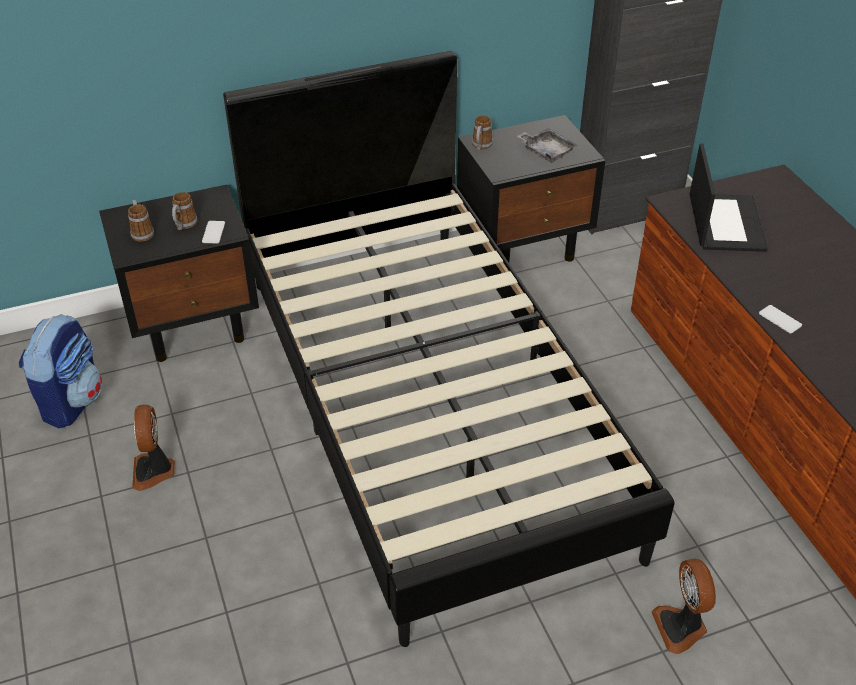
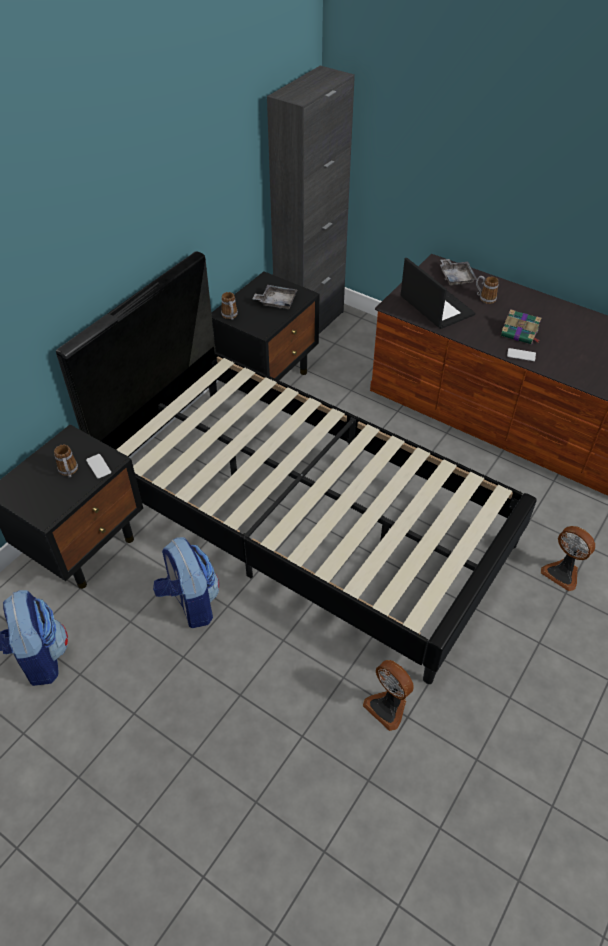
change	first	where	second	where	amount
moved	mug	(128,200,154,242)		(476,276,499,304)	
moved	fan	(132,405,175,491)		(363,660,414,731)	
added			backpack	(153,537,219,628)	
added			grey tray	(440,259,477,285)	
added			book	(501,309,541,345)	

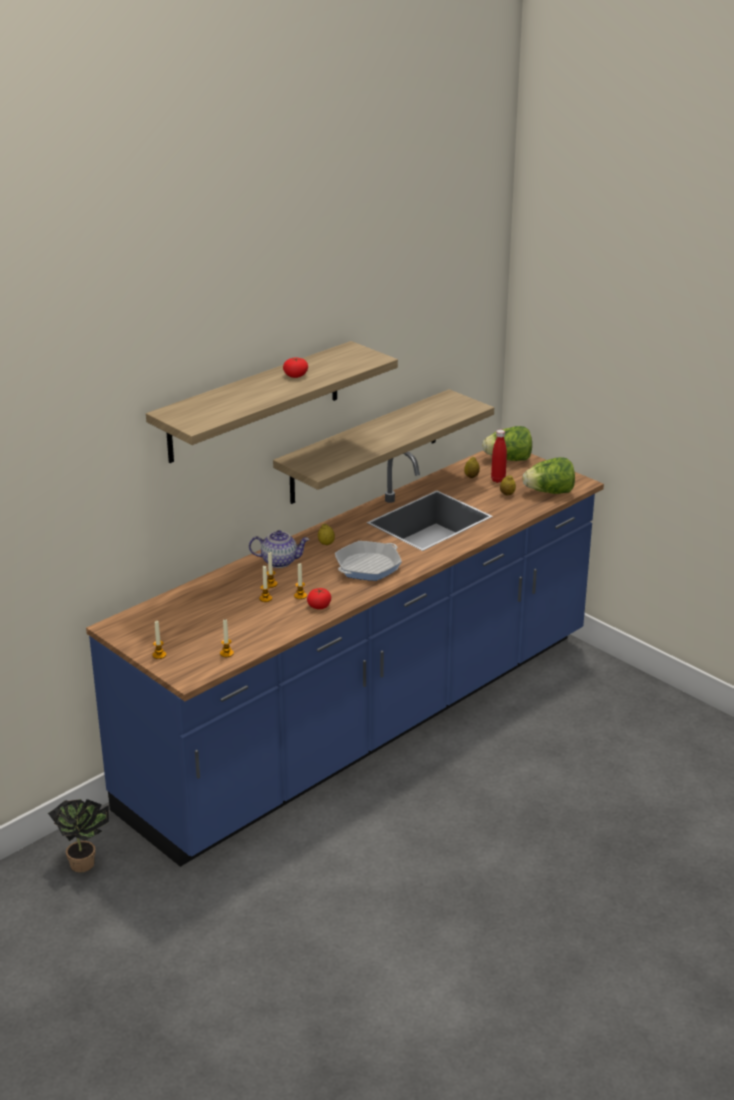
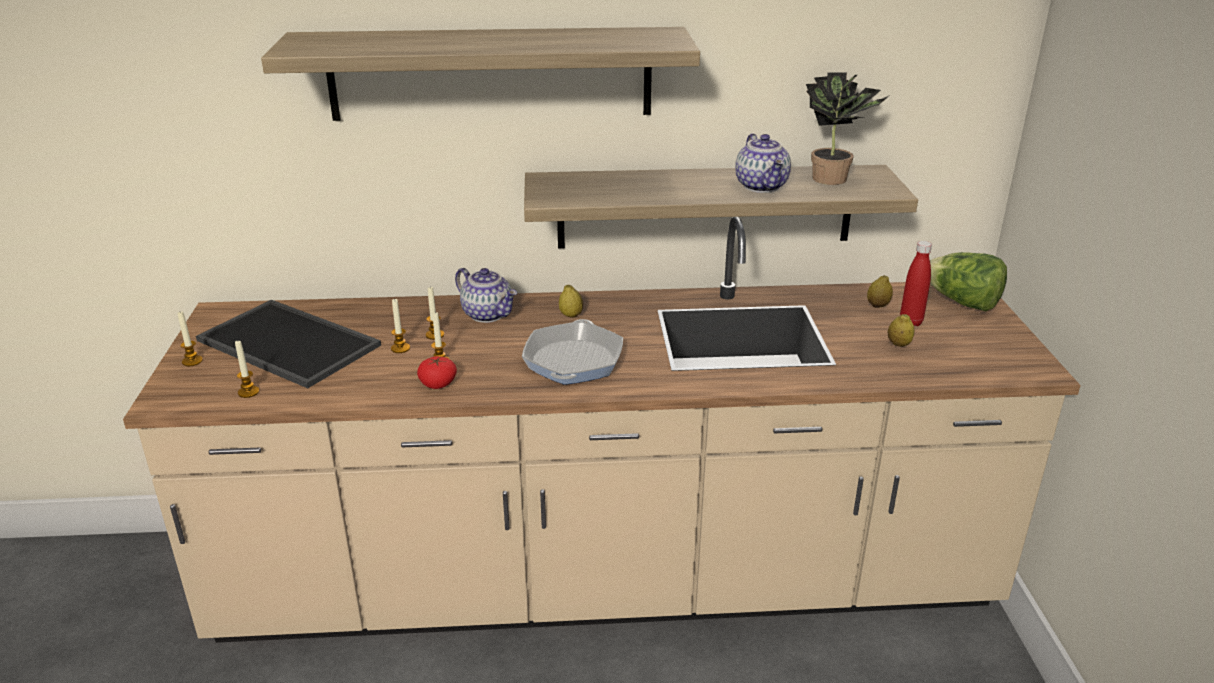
change	first	where	second	where	amount
moved	potted plant	(48,799,109,872)		(806,72,890,185)	
recoloured	blue counter	(86,451,604,867)	beige counter	(123,217,1081,643)	
removed	tomato	(283,357,308,378)			
turned	frying pan	(335,541,402,581)		(522,319,623,385)	75 degrees counterclockwise
removed	lettuce	(523,457,575,494)			
added			tray	(196,300,381,388)	
added			teapot	(735,134,791,193)	

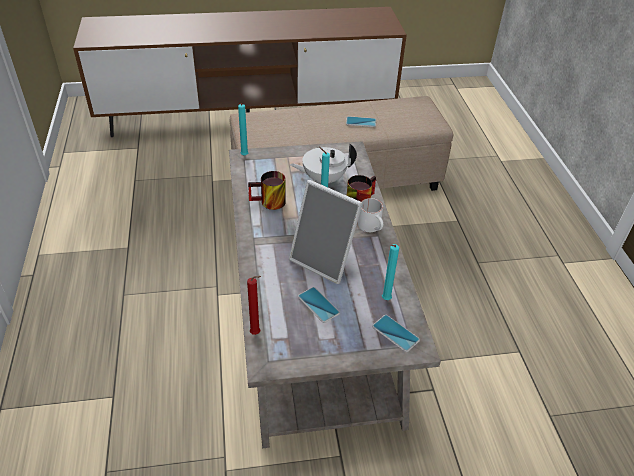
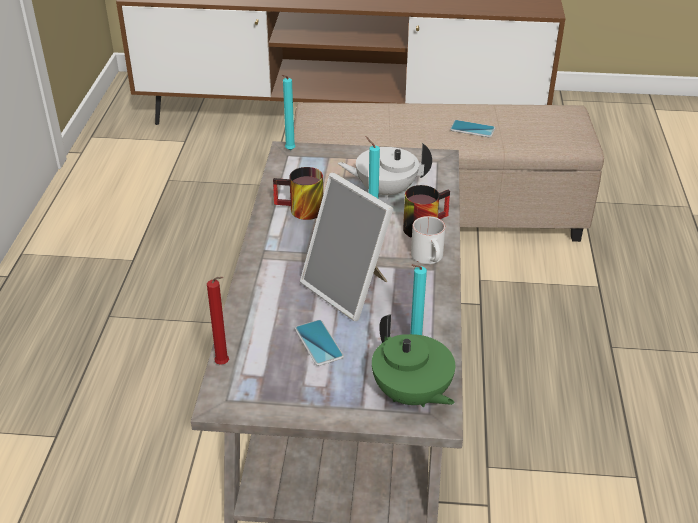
change	first	where	second	where	amount
replaced	phone	(372,315,420,352)	green teapot	(372,314,455,407)	

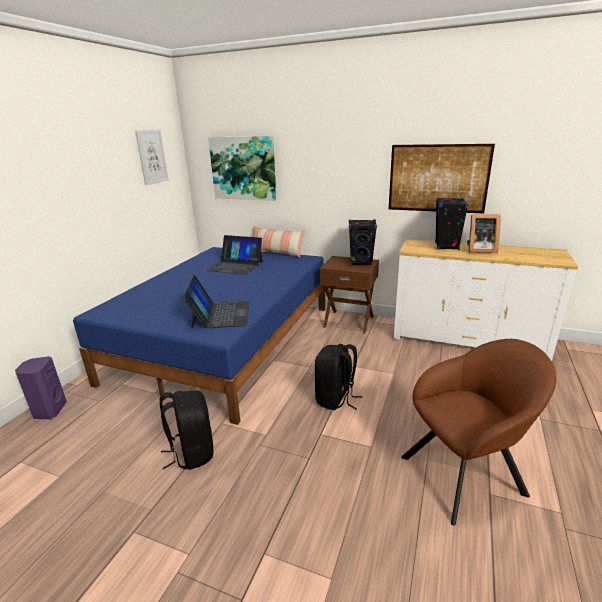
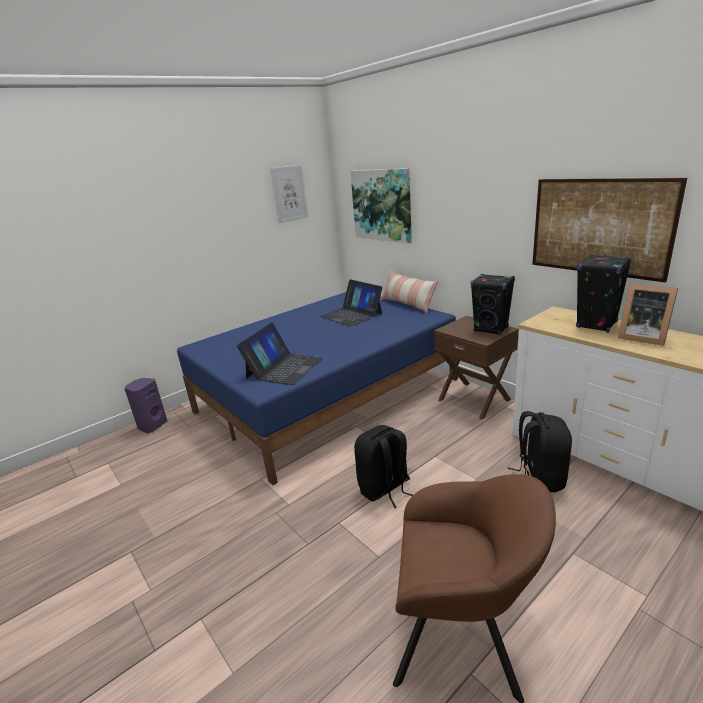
change	first	where	second	where	amount
moved	black backpack	(160,390,213,470)		(508,411,572,492)	

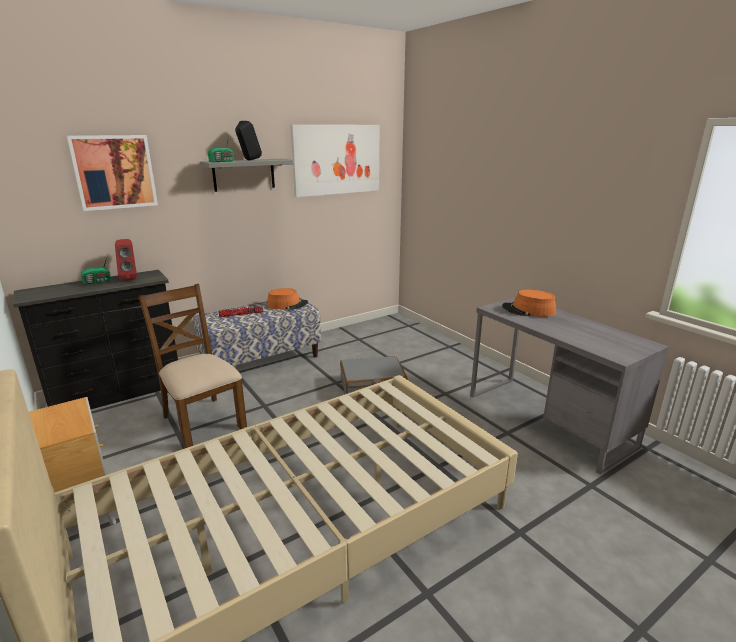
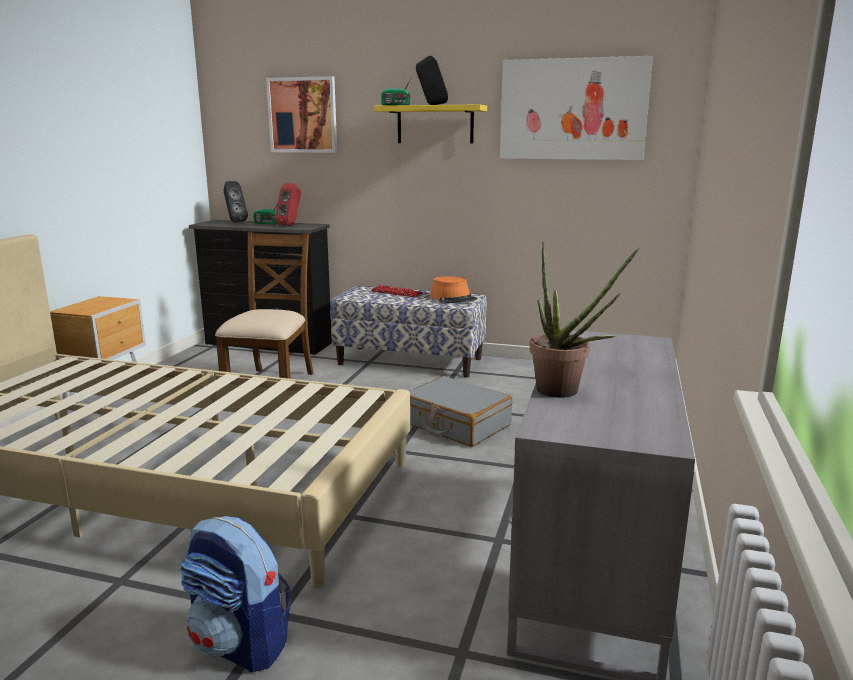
change	first	where	second	where	amount
recoloured	grey shelf	(200,159,293,192)	yellow shelf	(374,104,487,144)	
removed	orange hat	(502,290,556,317)			
added			backpack	(180,516,291,672)	
added			black speaker	(223,181,248,223)	
added			potted plant	(530,242,639,398)	

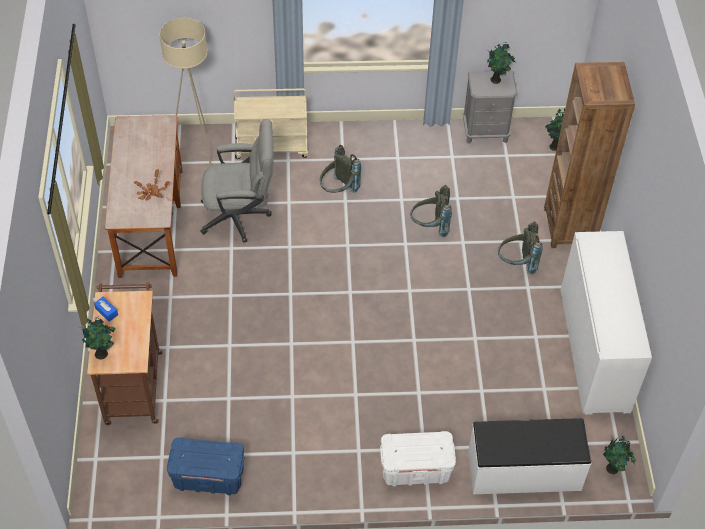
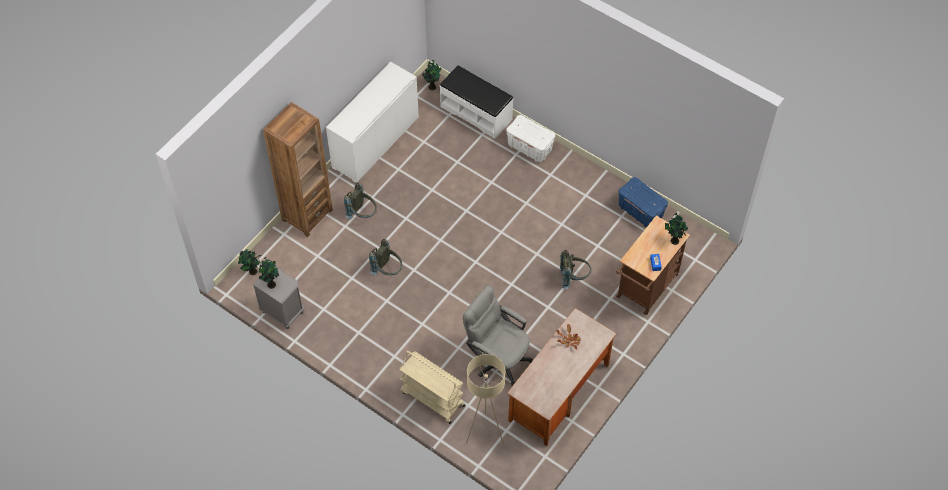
change	first	where	second	where	amount
moved	grey backpack	(320,145,361,193)		(560,250,591,289)	

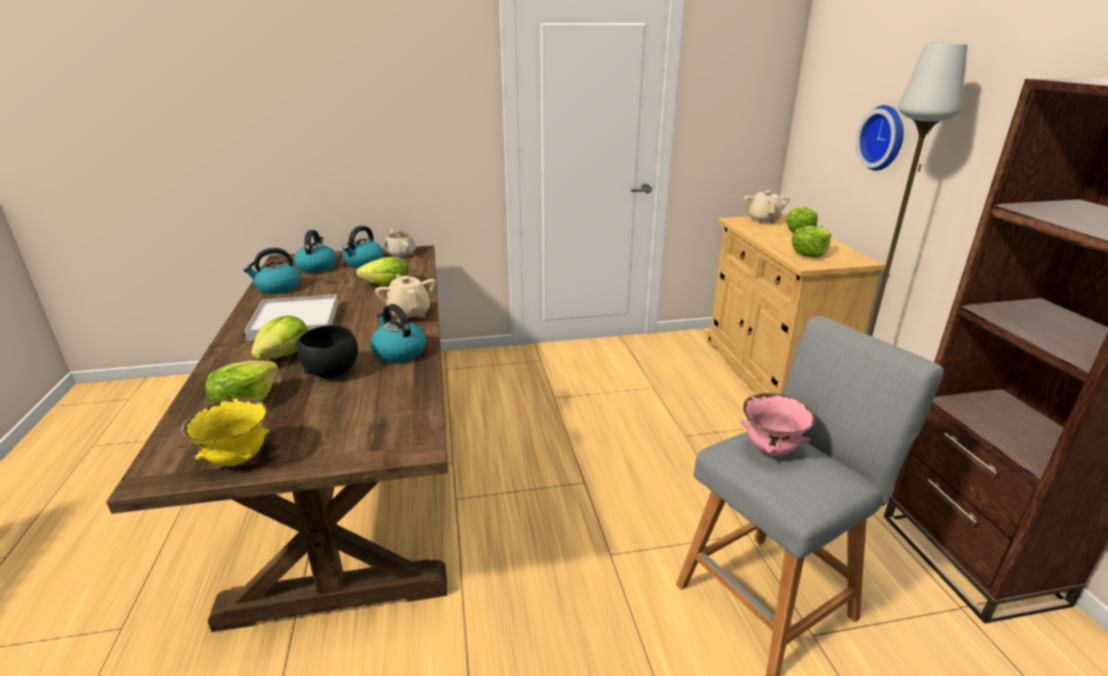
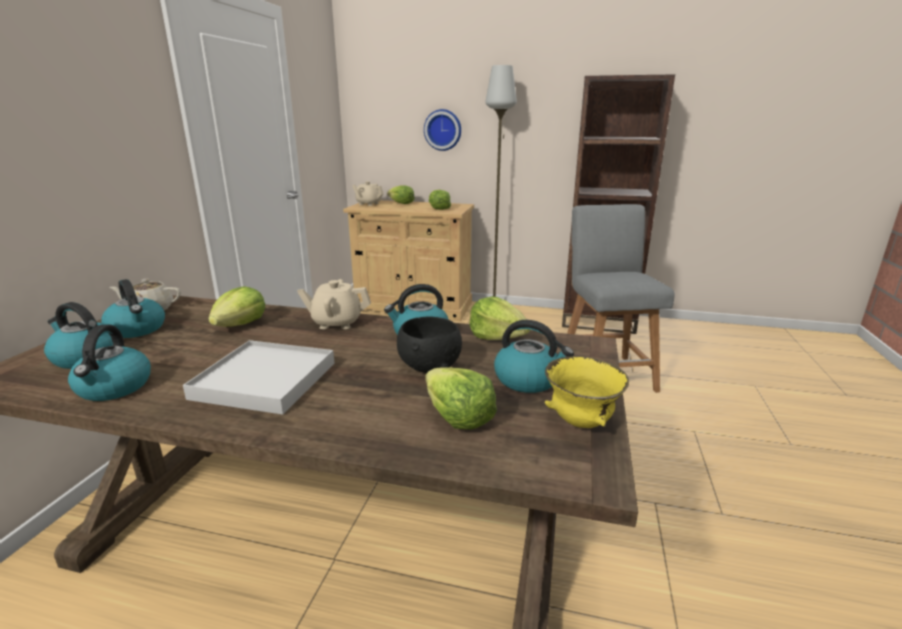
change	first	where	second	where	amount
moved	lettuce	(251,316,308,359)		(469,296,530,340)	
removed	pink bowl	(739,393,816,456)			
added			kettle	(494,320,574,393)	

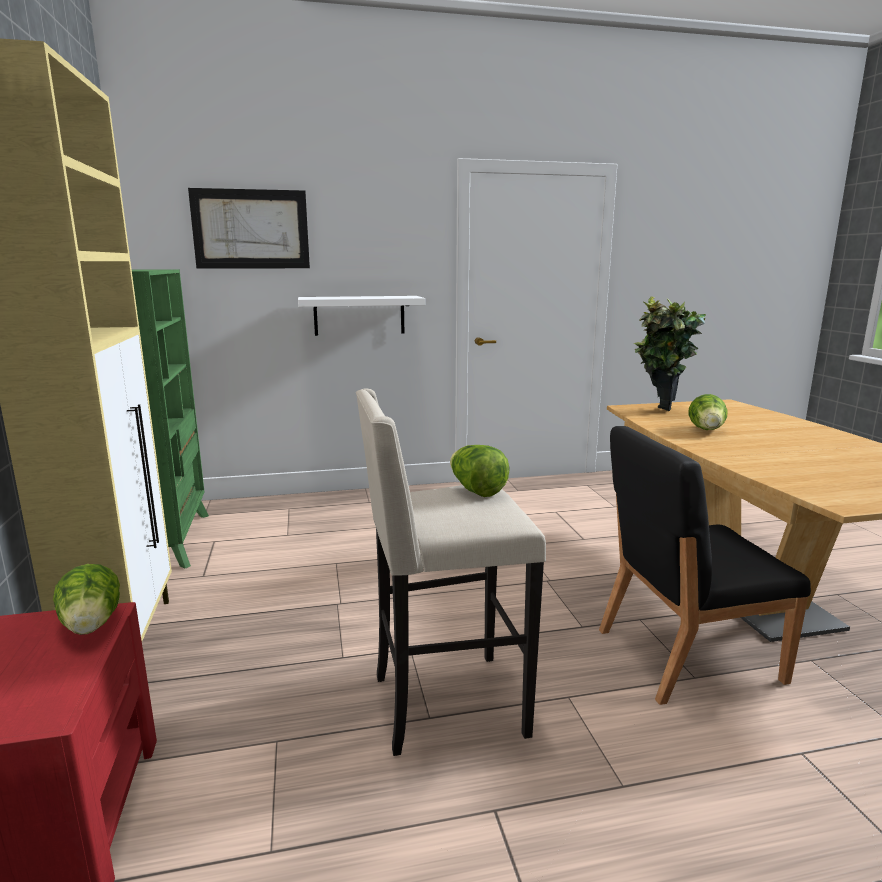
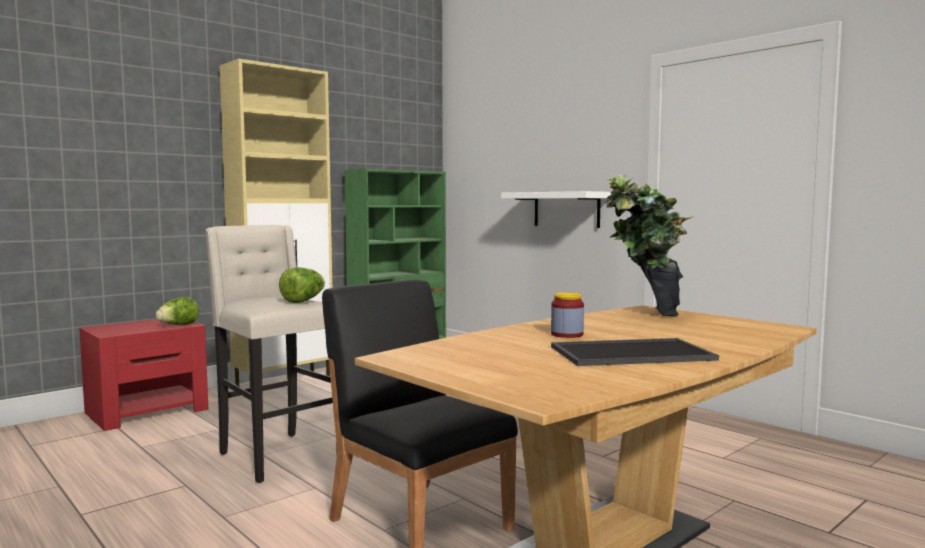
change	first	where	second	where	amount
removed	picture	(188,188,310,269)			
removed	lettuce	(689,394,728,430)			
added			jar	(551,292,584,338)	
added			tray	(551,338,719,366)	

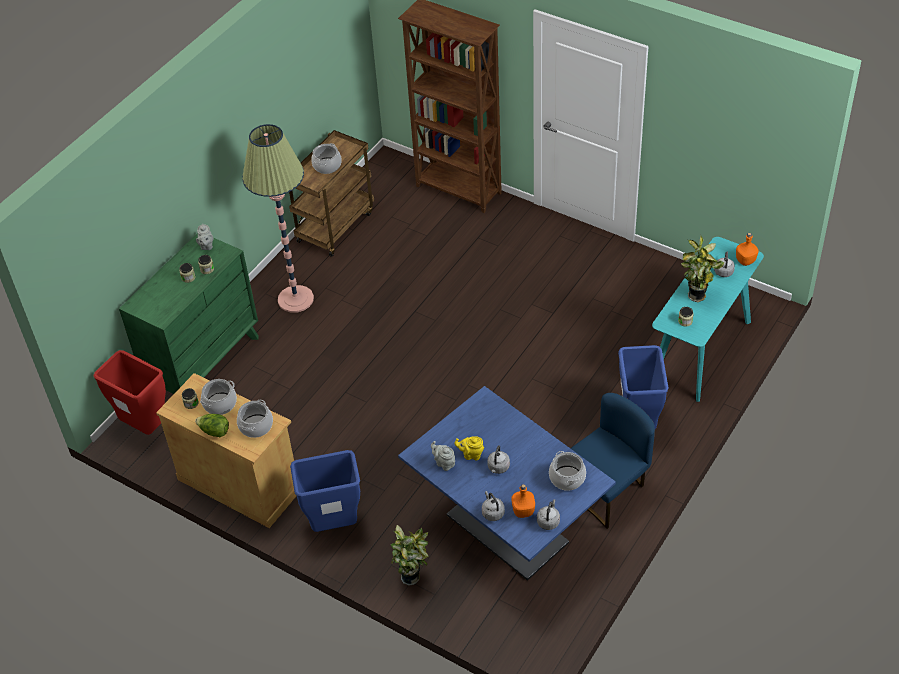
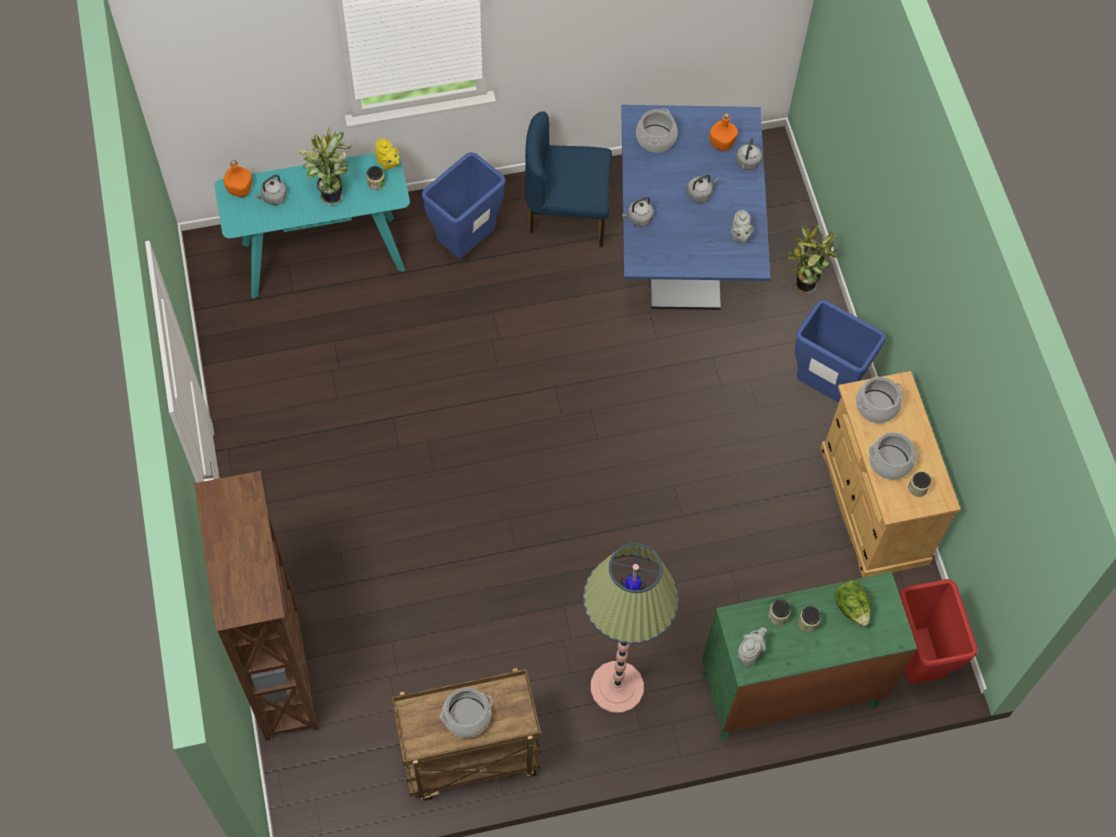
change	first	where	second	where	amount
moved	lettuce	(195,414,229,437)		(835,581,871,626)	
moved	yellow teapot	(454,436,484,461)		(375,139,399,170)	
moved	grey kettle	(537,499,560,530)		(622,197,654,226)	

